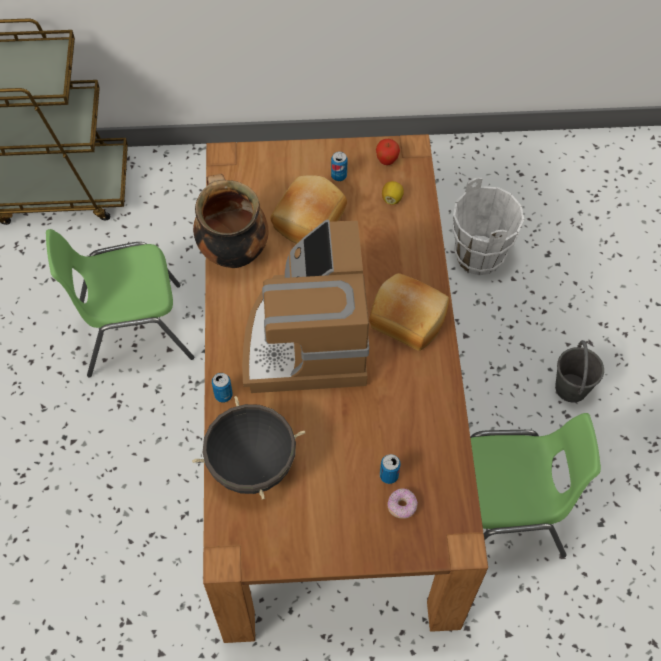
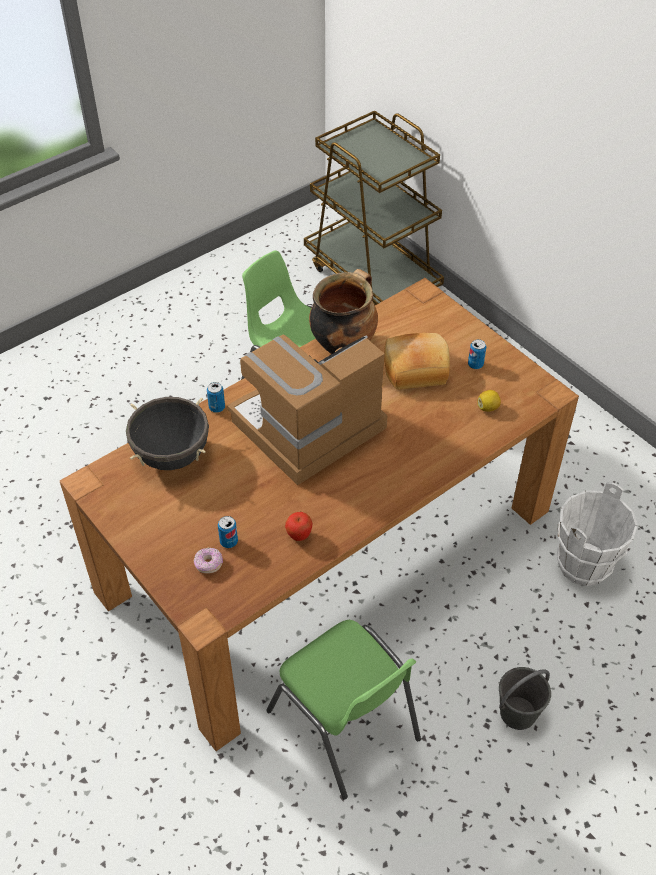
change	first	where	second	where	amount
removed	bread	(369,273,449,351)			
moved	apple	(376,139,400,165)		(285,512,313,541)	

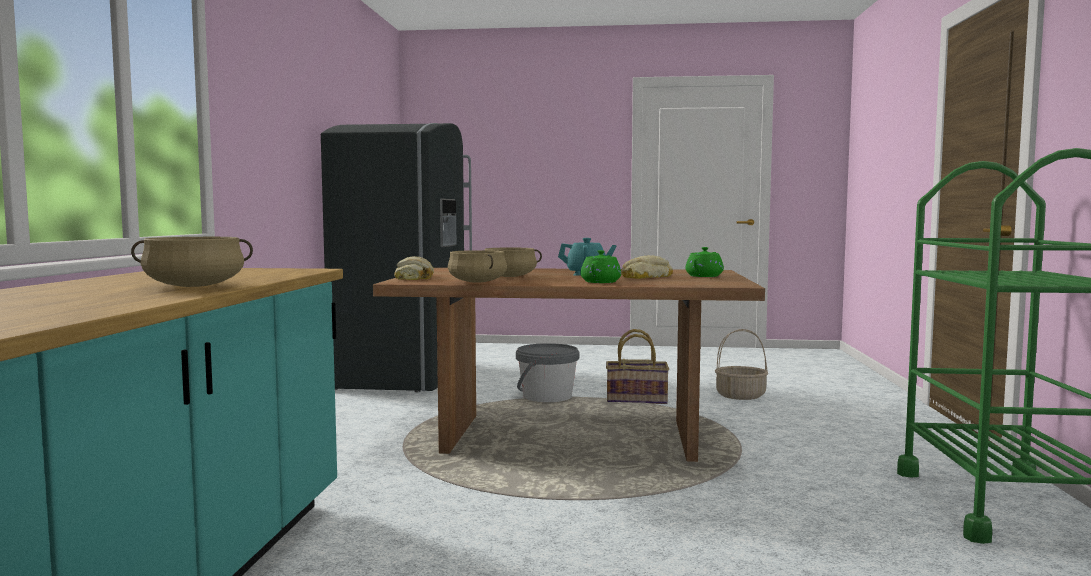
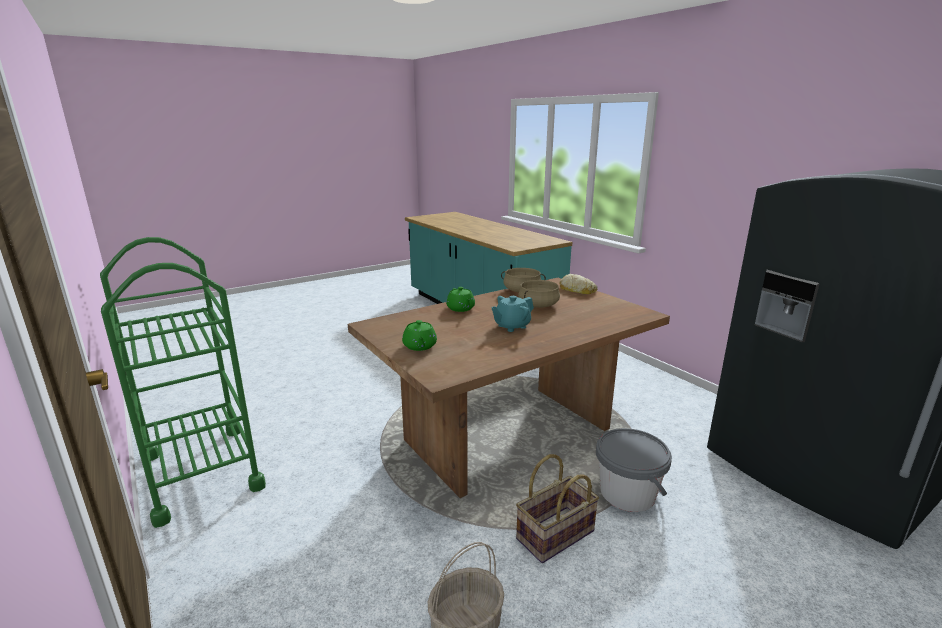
change	first	where	second	where	amount
removed	beige cooking pot	(131,237,253,287)			
removed	bread	(622,255,673,279)			

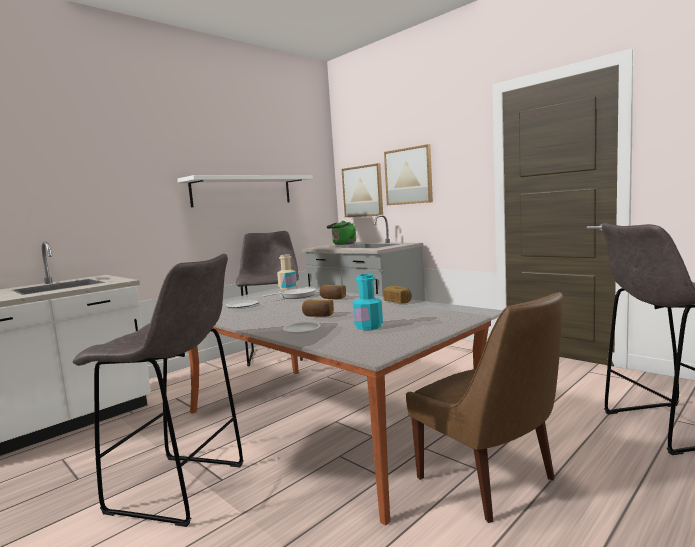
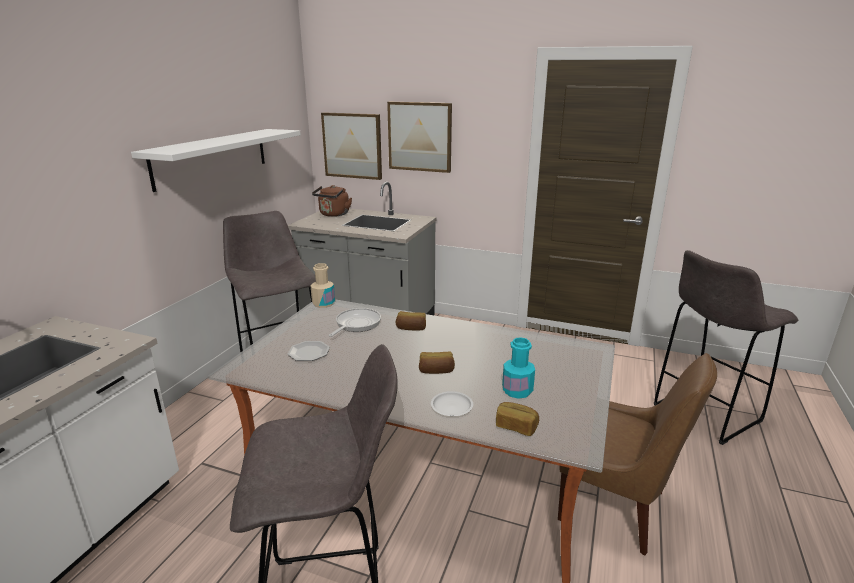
change	first	where	second	where	amount
recoloured	green kettle	(327,221,356,245)	brown kettle	(312,185,352,217)	
moved	bread	(383,286,412,304)		(496,402,539,436)	

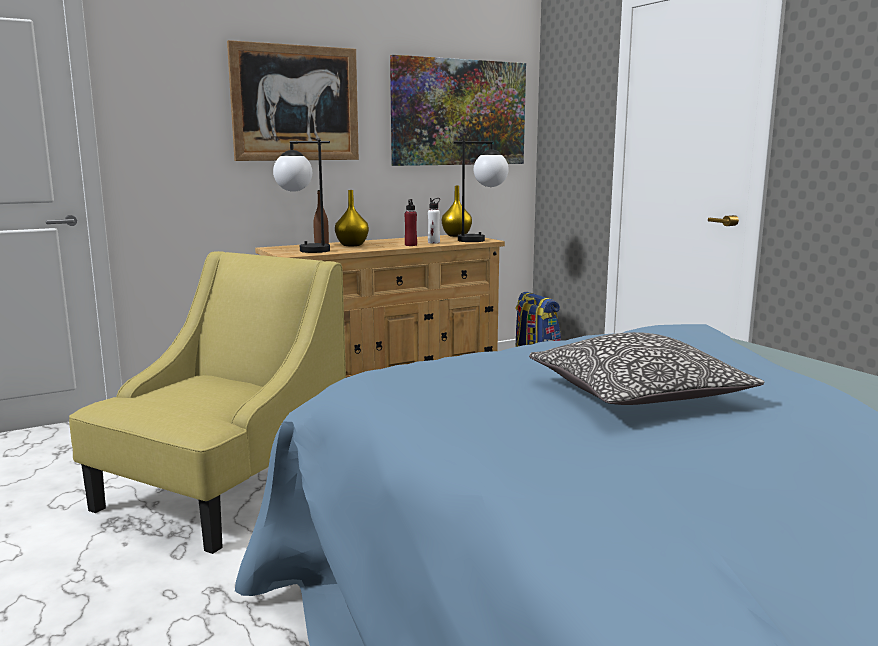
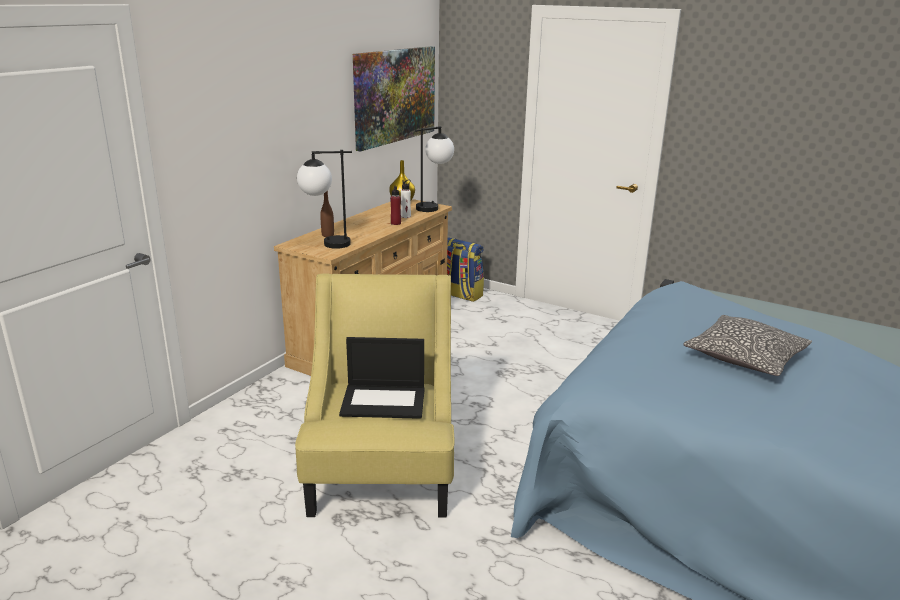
change	first	where	second	where	amount
removed	picture	(227,40,359,161)			
removed	yellow vase	(335,190,369,246)			
added			laptop	(339,337,425,419)	

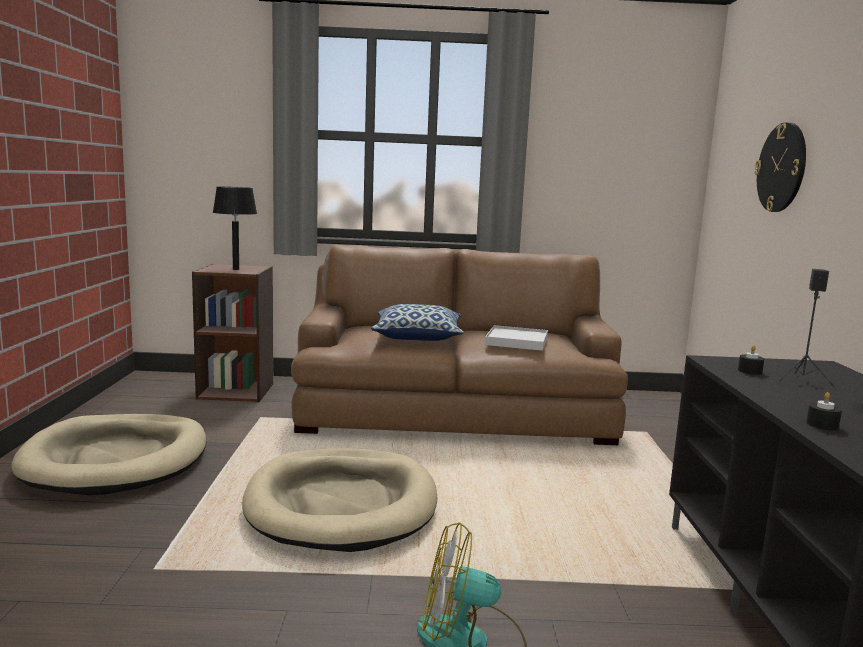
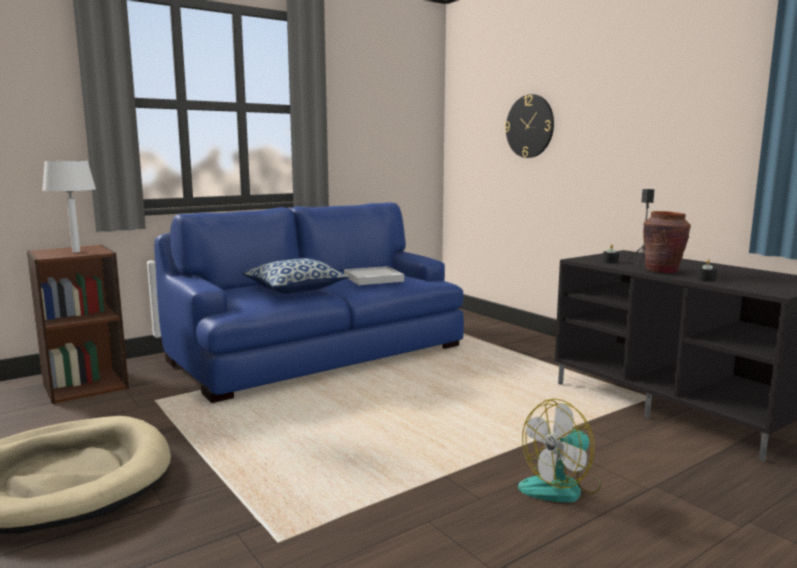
change	first	where	second	where	amount
recoloured	black table lamp	(213,187,257,270)	white table lamp	(43,161,96,253)	
removed	beige dog bed	(242,448,437,552)			
recoloured	brown sofa	(291,245,628,445)	blue sofa	(154,202,464,403)	
added			brown vase	(643,211,691,273)	

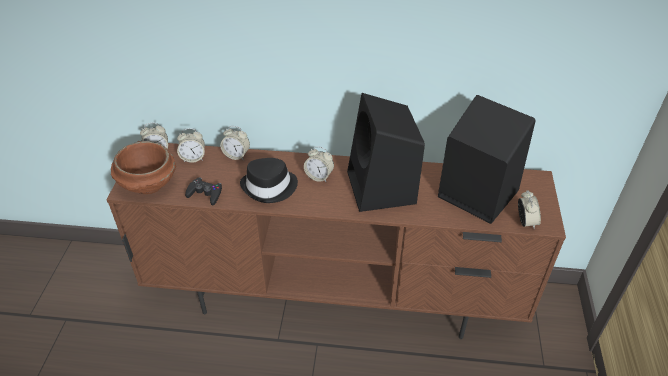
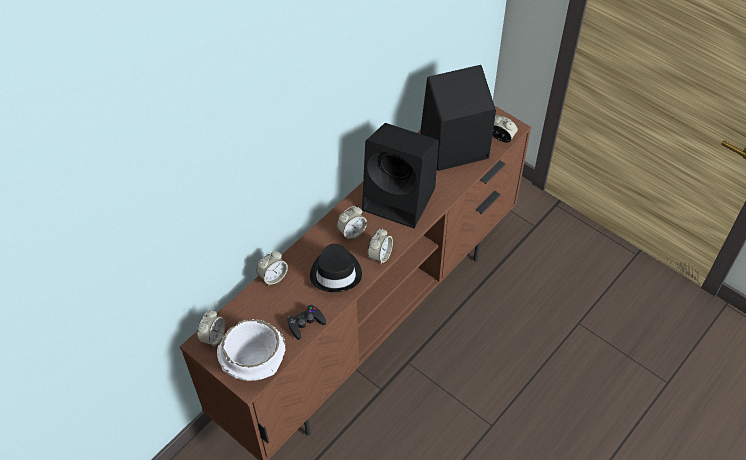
change	first	where	second	where	amount
recoloured	brown bowl	(111,141,176,194)	white bowl	(217,319,286,381)	
moved	alarm clock	(177,128,205,163)		(368,228,393,264)	

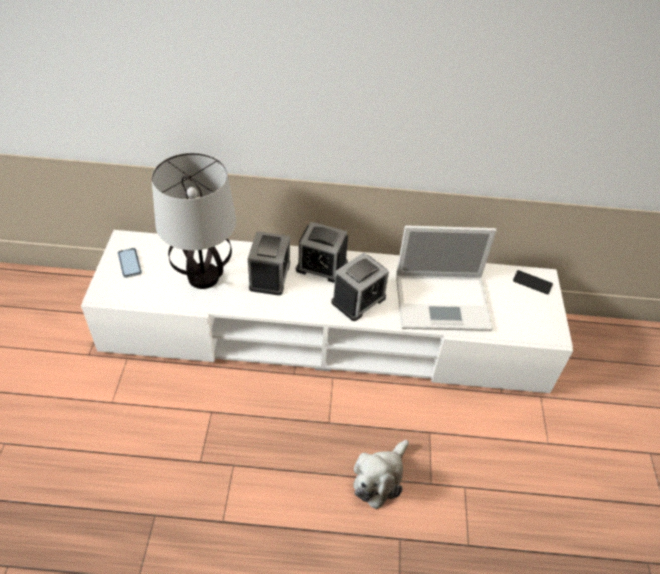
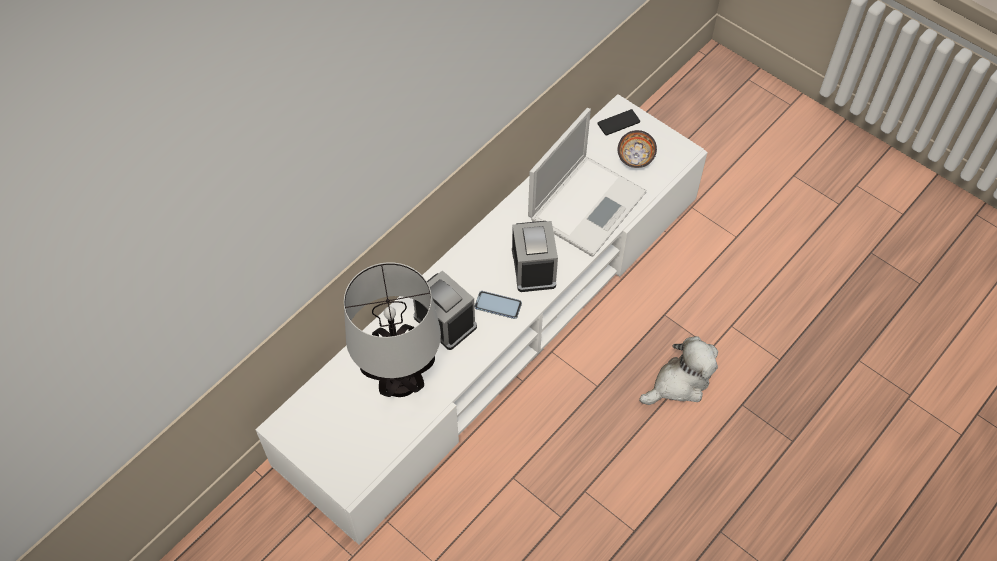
change	first	where	second	where	amount
moved	phone	(118,248,142,278)		(475,291,522,319)	
removed	alarm clock	(296,222,348,283)			
turned	plush toy	(353,440,409,509)		(639,336,718,405)	105 degrees counterclockwise
added			bowl	(618,130,657,168)	

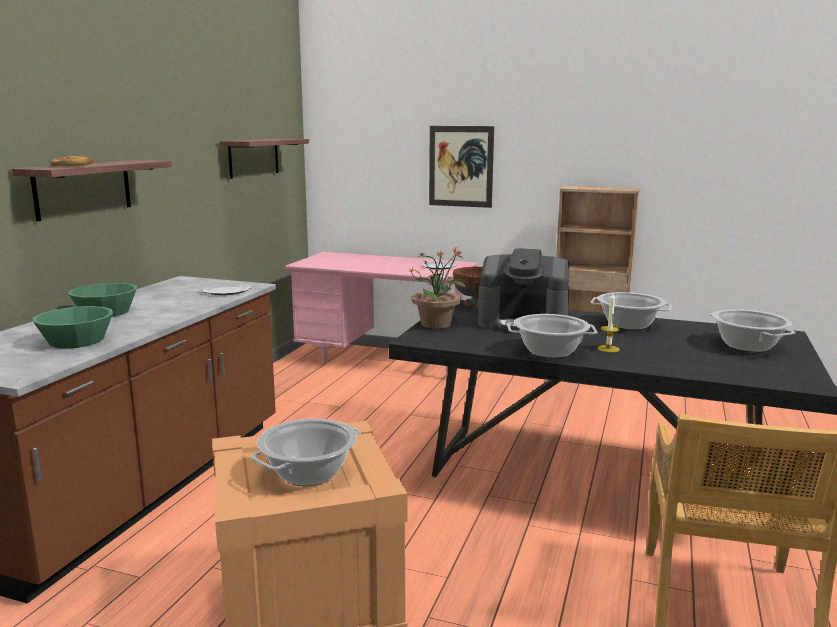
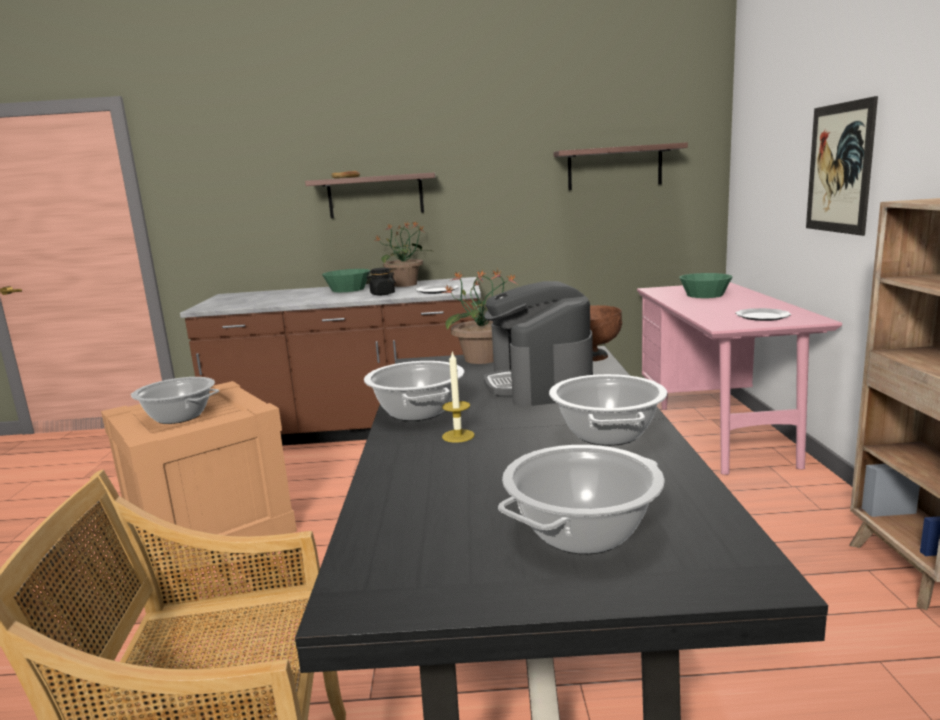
change	first	where	second	where	amount
moved	green bowl	(33,306,113,349)		(679,273,732,298)	
added			black jar	(366,268,396,295)	
added			potted plant	(374,221,432,287)	

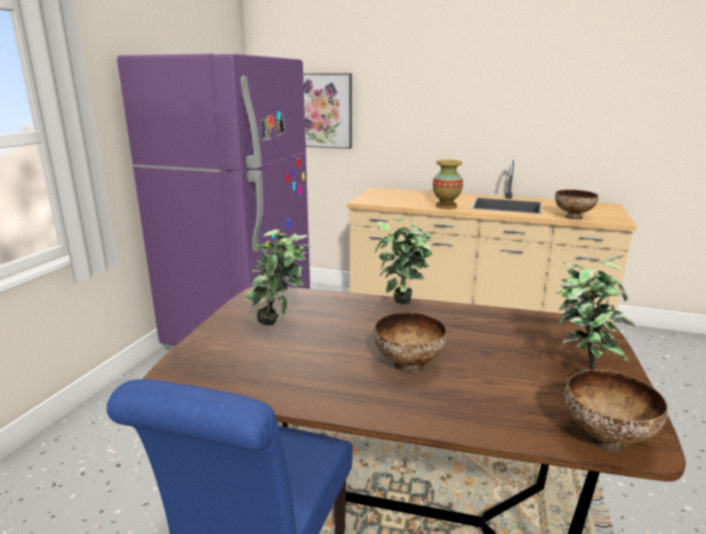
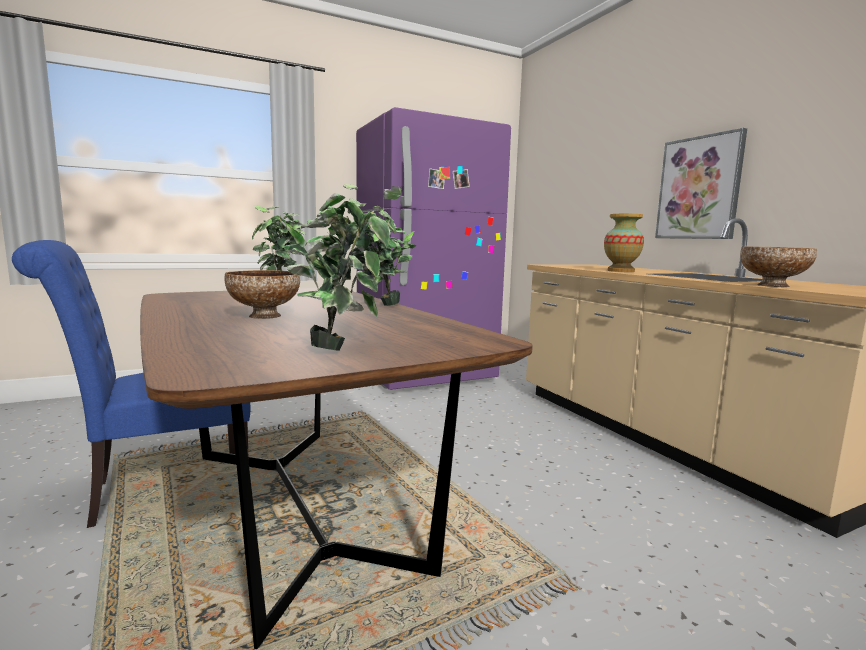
change	first	where	second	where	amount
moved	picture	(303,73,352,149)		(655,128,747,239)	
removed	bowl	(565,370,668,452)			

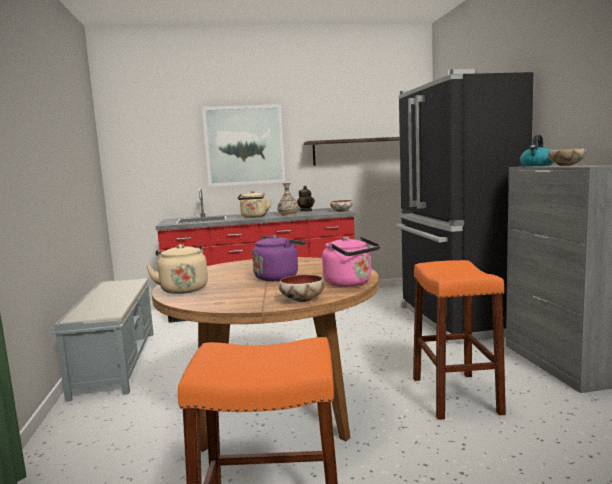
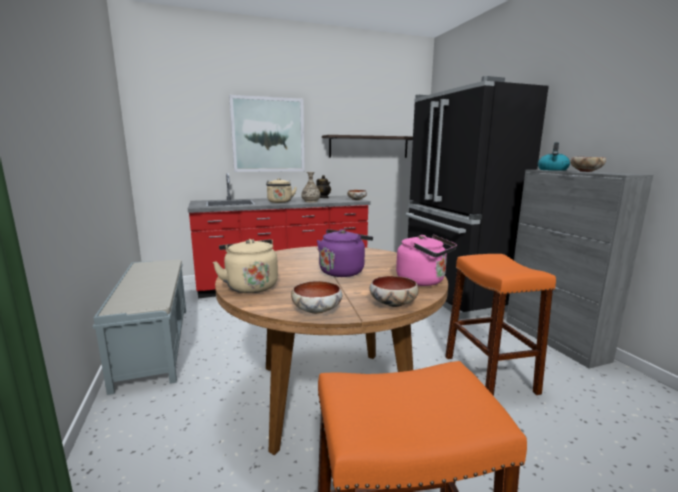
change	first	where	second	where	amount
added			bowl	(291,281,343,314)	

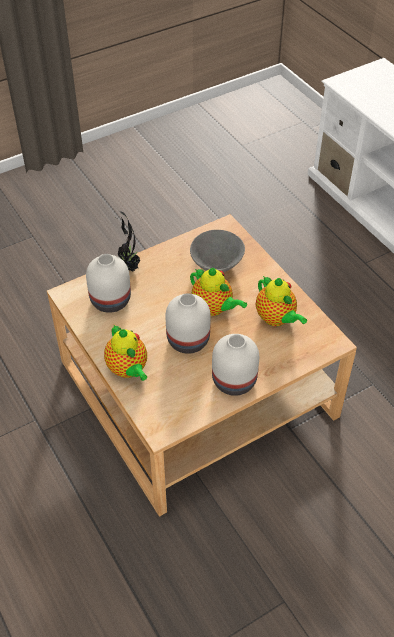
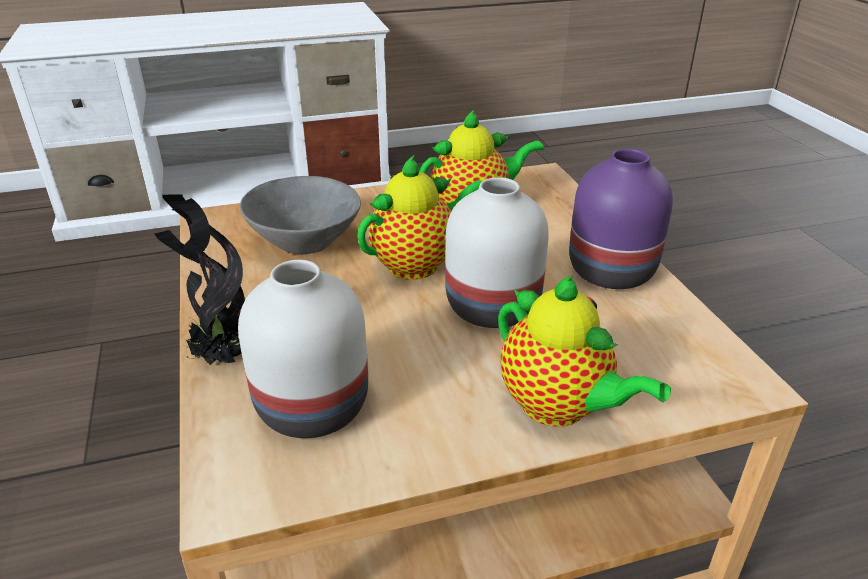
change	first	where	second	where	amount
turned	teapot	(104,325,147,381)		(498,276,671,427)	60 degrees clockwise
recoloured	white vase	(212,334,259,396)	purple vase	(569,149,673,289)	

